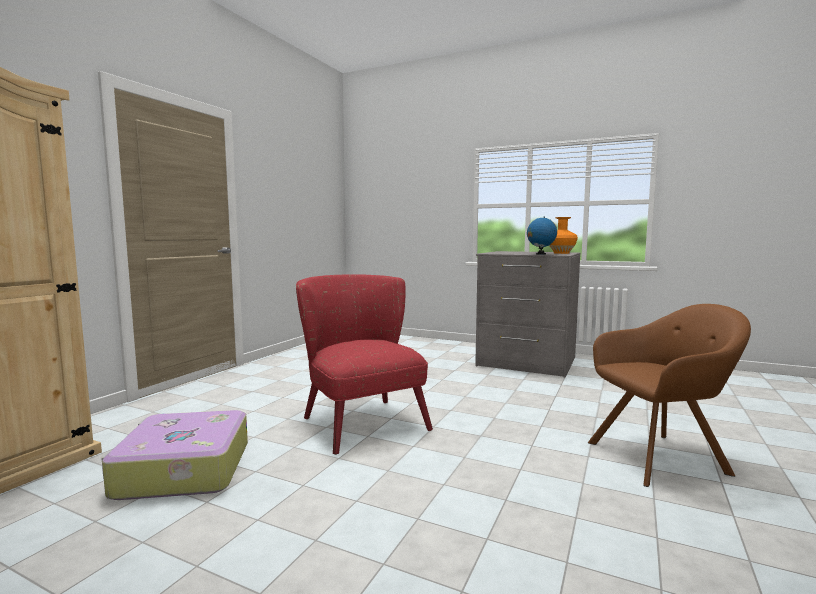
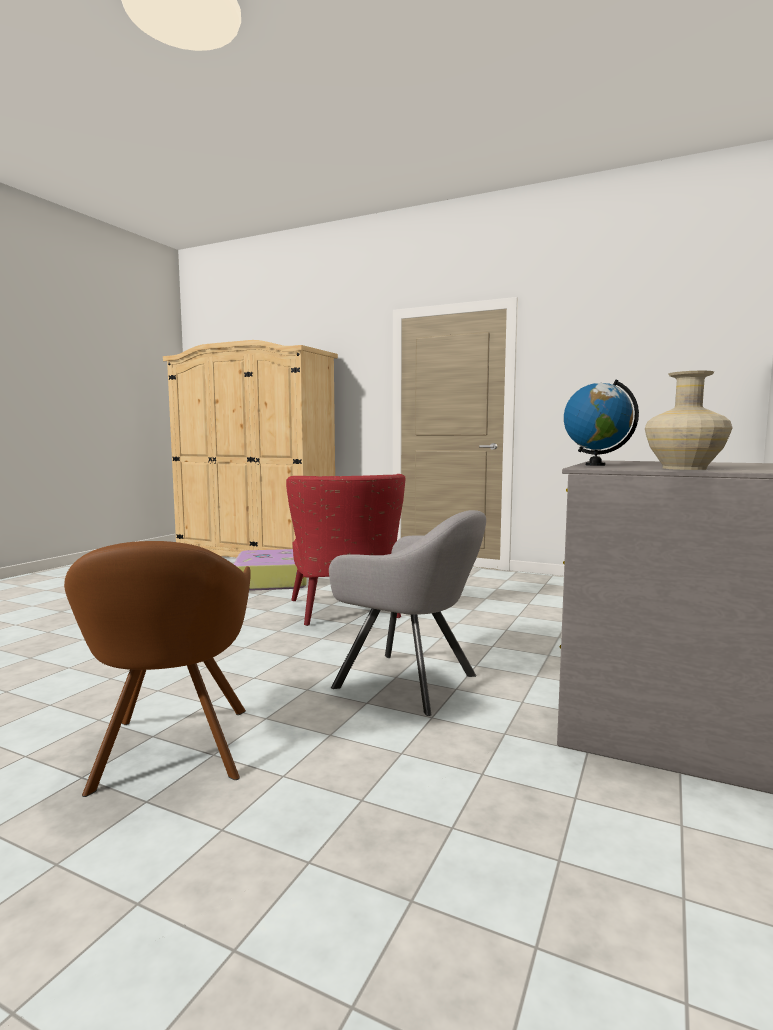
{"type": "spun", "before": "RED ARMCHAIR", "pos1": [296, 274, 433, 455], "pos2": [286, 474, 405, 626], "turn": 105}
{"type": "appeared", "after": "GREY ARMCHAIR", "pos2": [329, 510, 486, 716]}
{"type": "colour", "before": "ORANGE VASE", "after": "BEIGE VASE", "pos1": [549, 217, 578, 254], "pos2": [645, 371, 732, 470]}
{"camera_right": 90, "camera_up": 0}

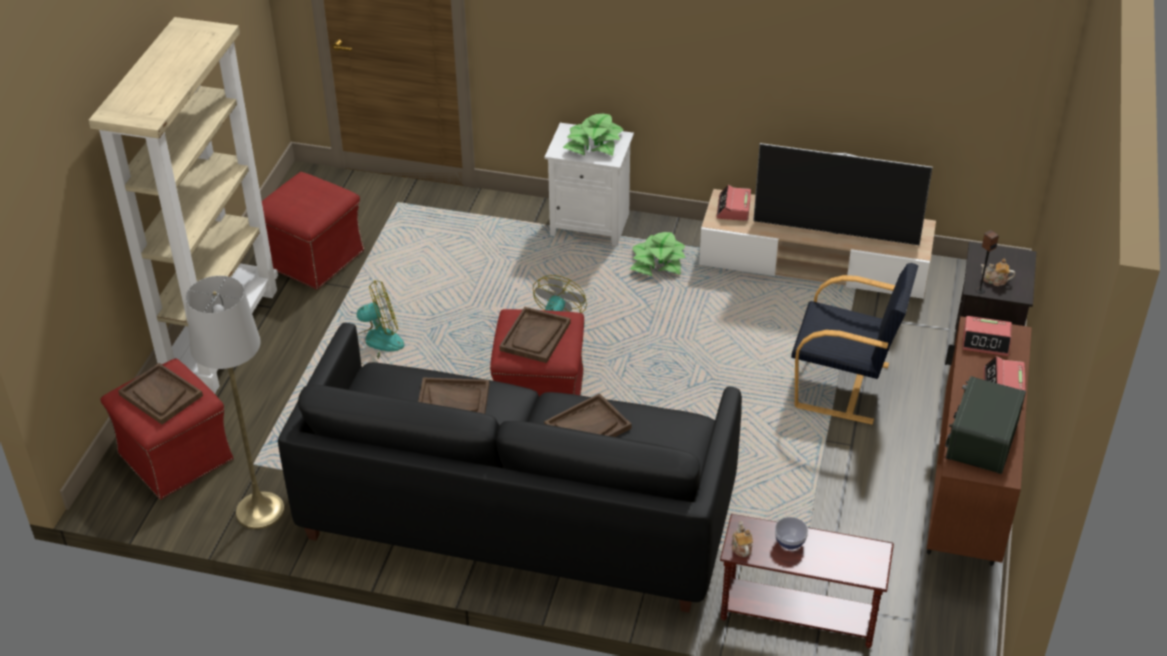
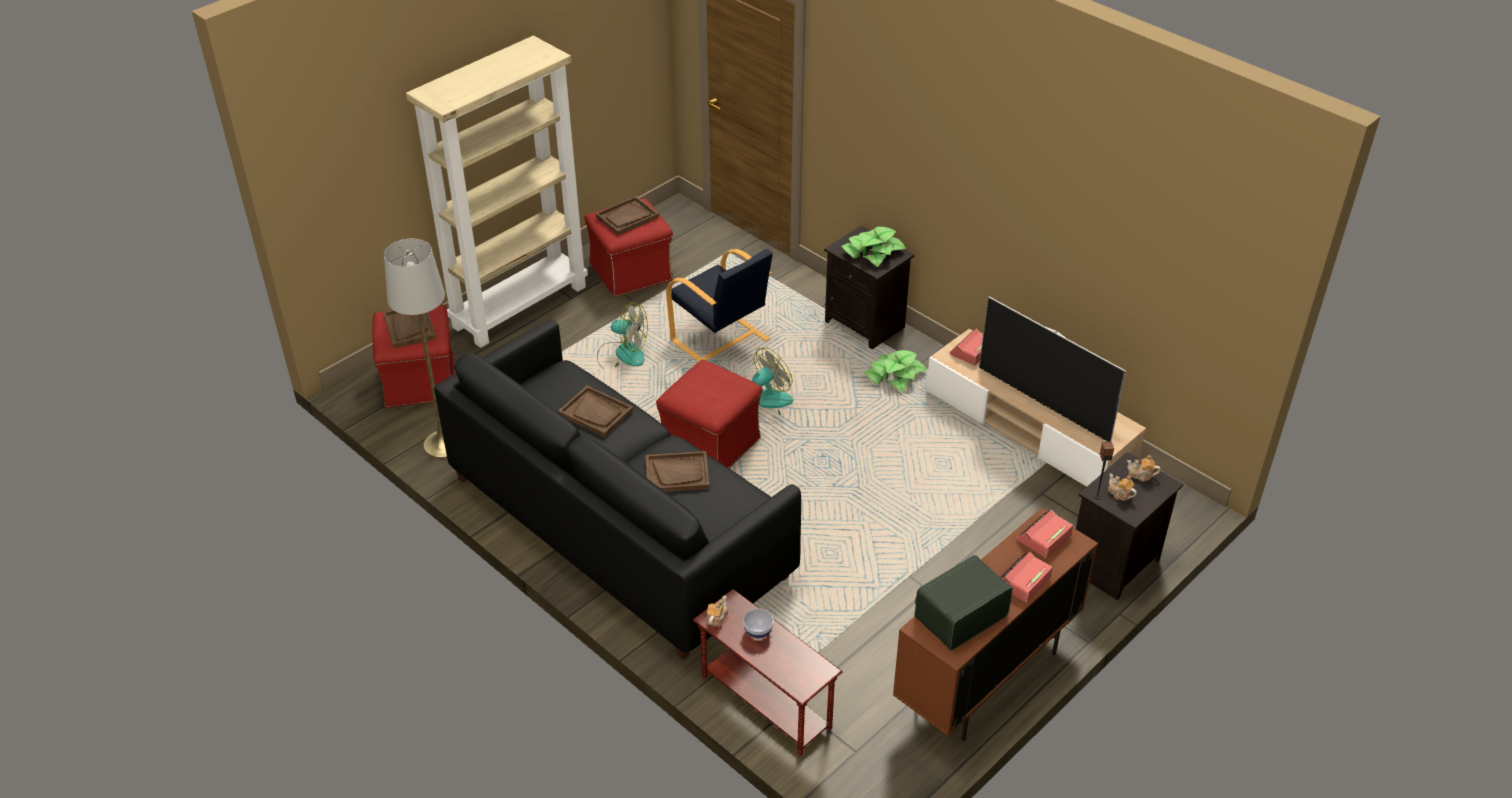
{"type": "relocated", "before": "BROWN TRAY", "pos1": [500, 307, 571, 363], "pos2": [596, 196, 659, 235]}
{"type": "relocated", "before": "BLACK ARMCHAIR", "pos1": [791, 263, 918, 424], "pos2": [666, 249, 773, 362]}
{"type": "colour", "before": "WHITE NIGHTSTAND", "after": "BLACK NIGHTSTAND", "pos1": [544, 123, 634, 246], "pos2": [824, 226, 915, 349]}
{"type": "spun", "before": "ALARM CLOCK", "pos1": [962, 316, 1012, 356], "pos2": [1016, 509, 1073, 558], "turn": 90}
{"type": "appeared", "after": "TEAPOT", "pos2": [1127, 455, 1160, 482]}
{"camera_right": 30, "camera_up": 0}

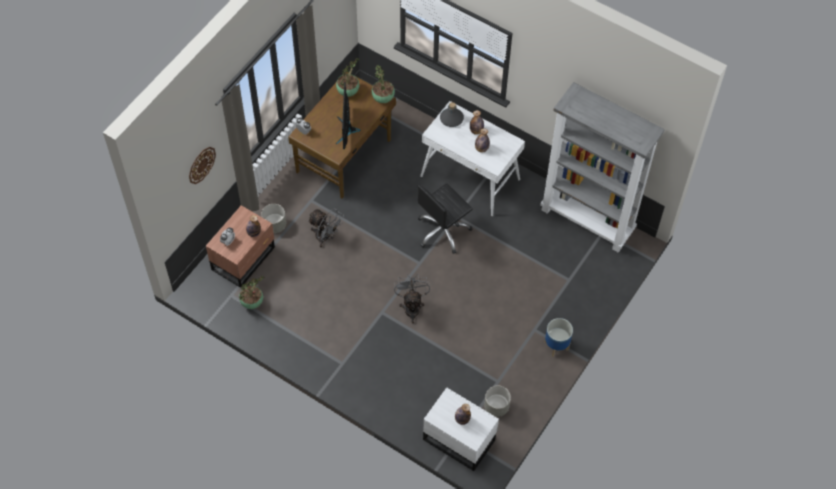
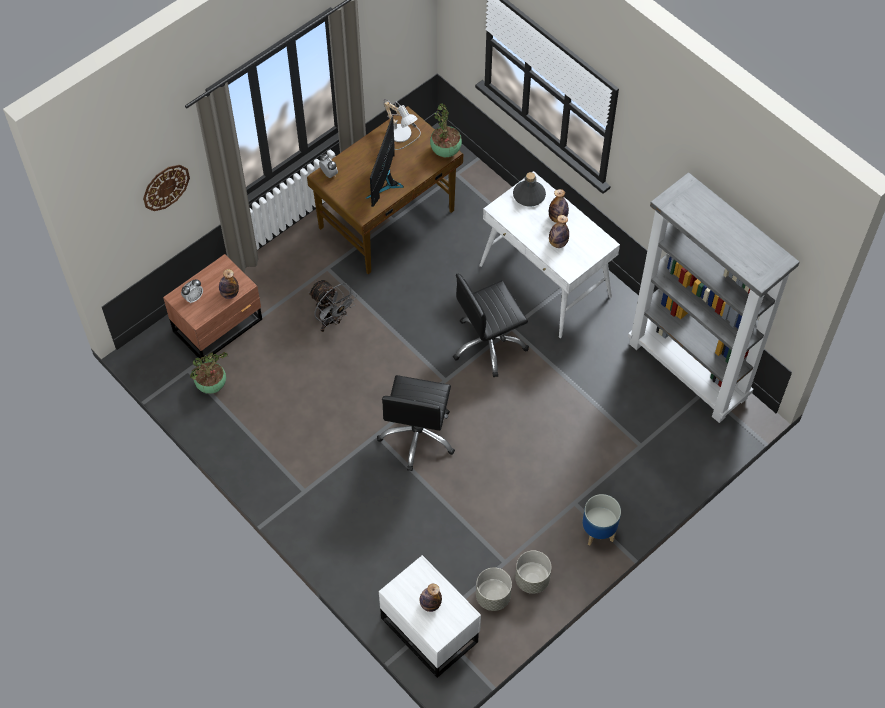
{"type": "exchanged", "before": "GREY FAN", "after": "BLACK OFFICE CHAIR", "pos1": [394, 274, 430, 324], "pos2": [377, 375, 455, 471]}
{"type": "exchanged", "before": "POTTED PLANT", "after": "TABLE LAMP", "pos1": [336, 58, 359, 97], "pos2": [384, 99, 421, 150]}
{"type": "relocated", "before": "GREY PLANTER", "pos1": [261, 204, 286, 233], "pos2": [515, 550, 551, 594]}
{"camera_right": 15, "camera_up": 0}

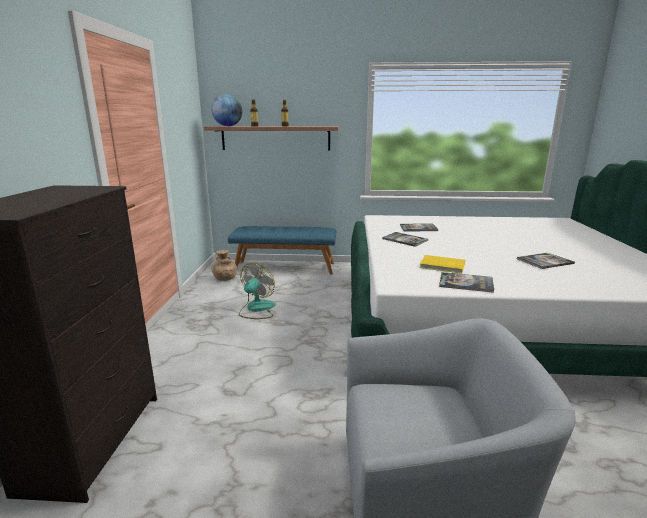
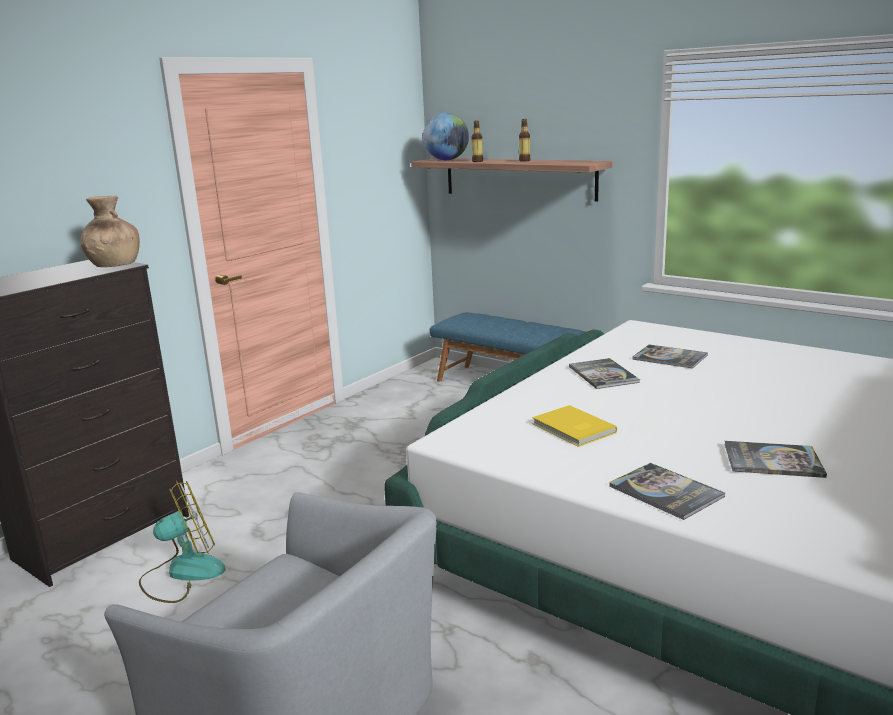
{"type": "relocated", "before": "BROWN VASE", "pos1": [211, 250, 237, 281], "pos2": [80, 195, 140, 267]}
{"type": "relocated", "before": "FAN", "pos1": [239, 263, 276, 319], "pos2": [139, 481, 226, 603]}
{"type": "relocated", "before": "BOOK", "pos1": [439, 272, 494, 293], "pos2": [609, 463, 725, 520]}
{"camera_right": 35, "camera_up": 0}

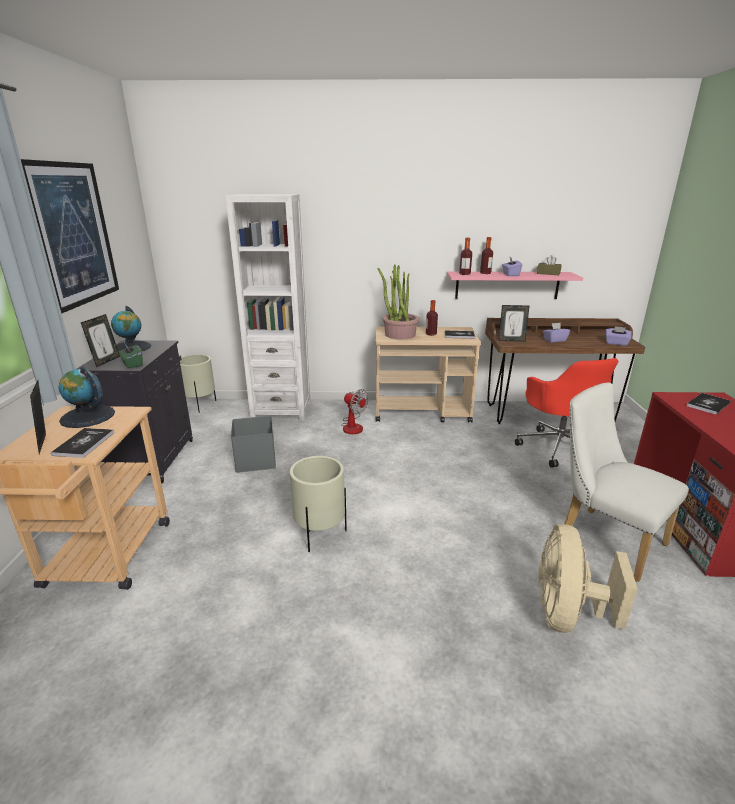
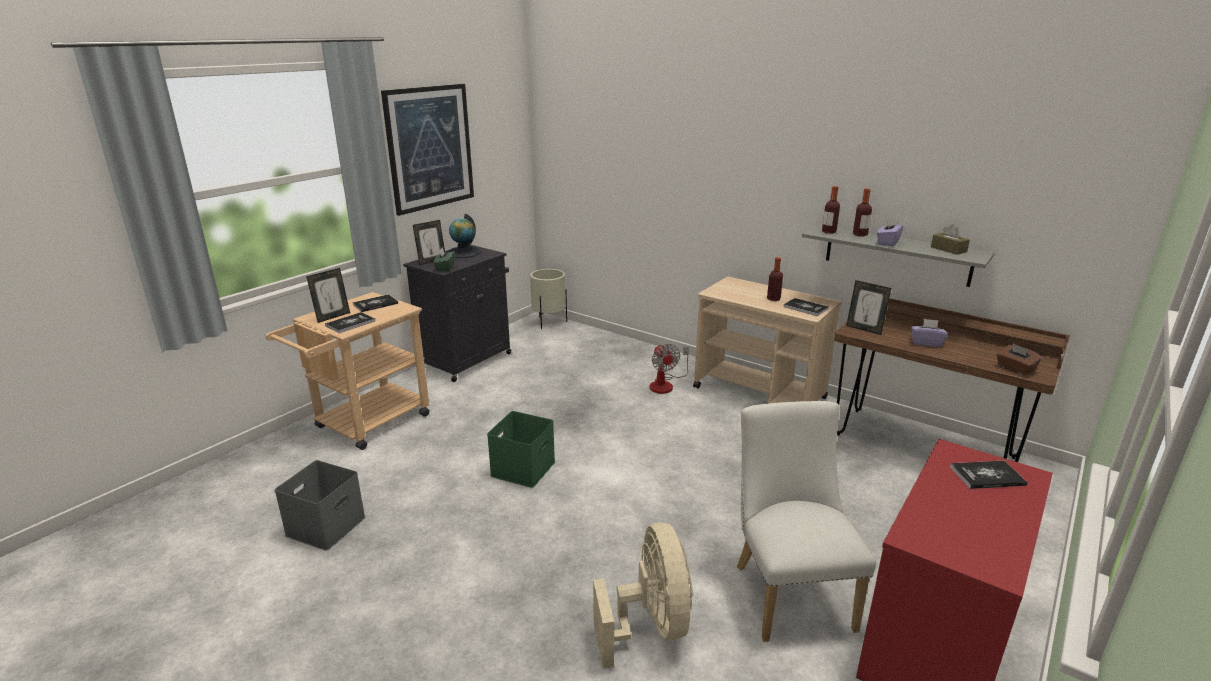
{"type": "relocated", "before": "GREY STORAGE BOX", "pos1": [231, 416, 276, 473], "pos2": [275, 460, 365, 551]}
{"type": "spun", "before": "PICTURE FRAME", "pos1": [30, 380, 46, 454], "pos2": [306, 268, 350, 323], "turn": -150}
{"type": "exchanged", "before": "GLOBE", "after": "BOOK", "pos1": [58, 366, 115, 428], "pos2": [352, 294, 398, 312]}
{"type": "exchanged", "before": "BEIGE PLANTER", "after": "GREEN STORAGE BOX", "pos1": [290, 456, 347, 552], "pos2": [487, 411, 555, 488]}
{"type": "spun", "before": "BEIGE FAN", "pos1": [538, 524, 638, 633], "pos2": [593, 523, 693, 668], "turn": 120}
{"type": "colour", "before": "PINK SHELF", "after": "GREY SHELF", "pos1": [447, 272, 583, 299], "pos2": [802, 225, 994, 287]}
{"type": "colour", "before": "PURPLE TISSUE BOX", "after": "BROWN TISSUE BOX", "pos1": [606, 326, 632, 346], "pos2": [997, 344, 1042, 376]}
{"type": "missing", "before": "WHITE BOOKCASE", "pos1": [225, 194, 310, 421]}
{"type": "missing", "before": "POTTED PLANT", "pos1": [378, 265, 420, 339]}
{"type": "missing", "before": "RED OFFICE CHAIR", "pos1": [515, 358, 618, 468]}
{"camera_right": 35, "camera_up": 0}

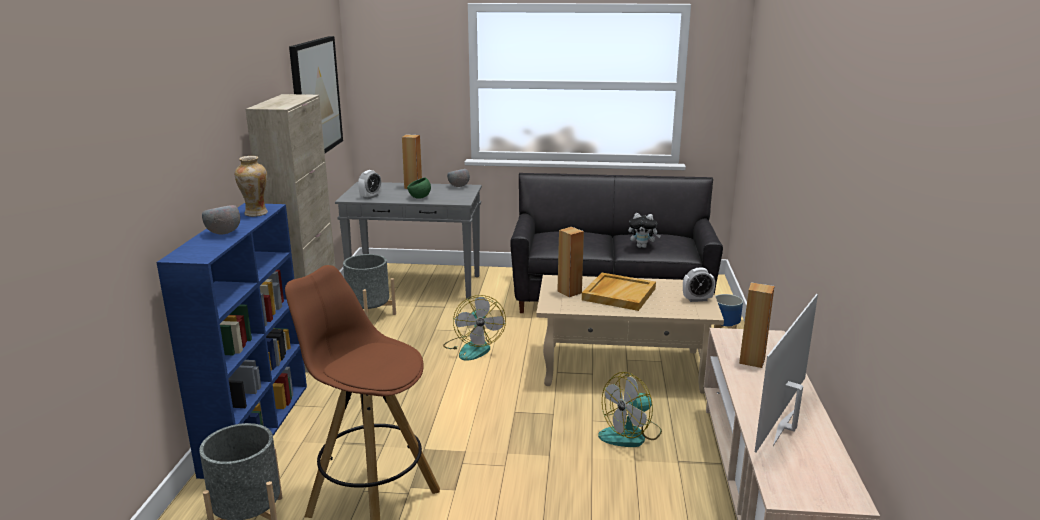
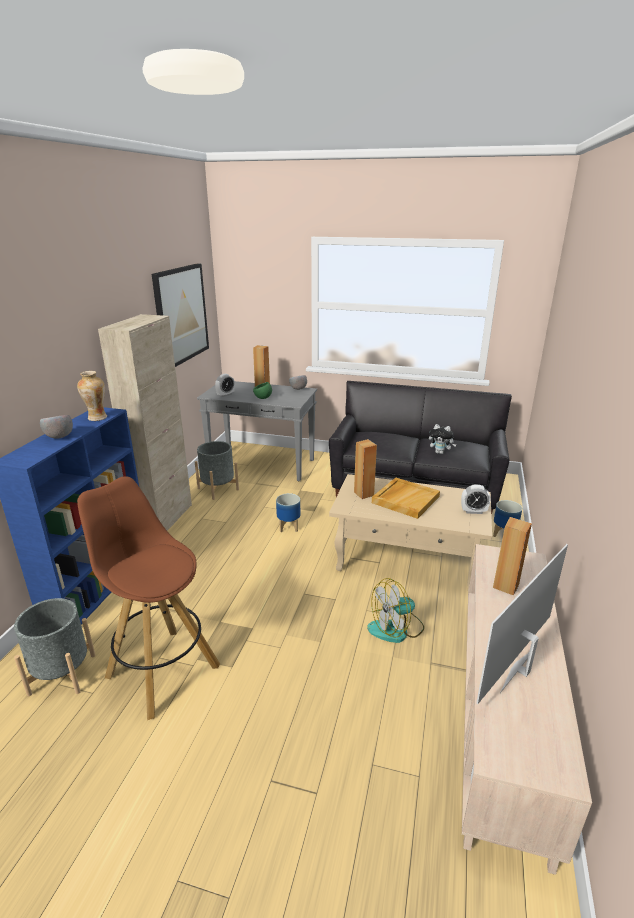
{"type": "exchanged", "before": "FAN", "after": "PLANTER", "pos1": [443, 295, 506, 360], "pos2": [276, 493, 300, 532]}
{"camera_right": 10, "camera_up": 5}

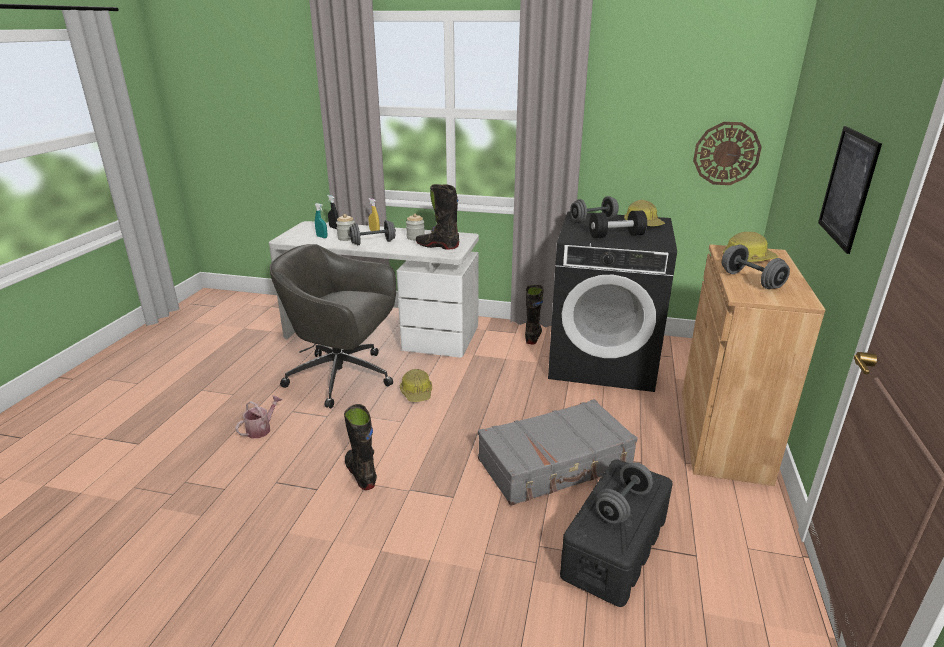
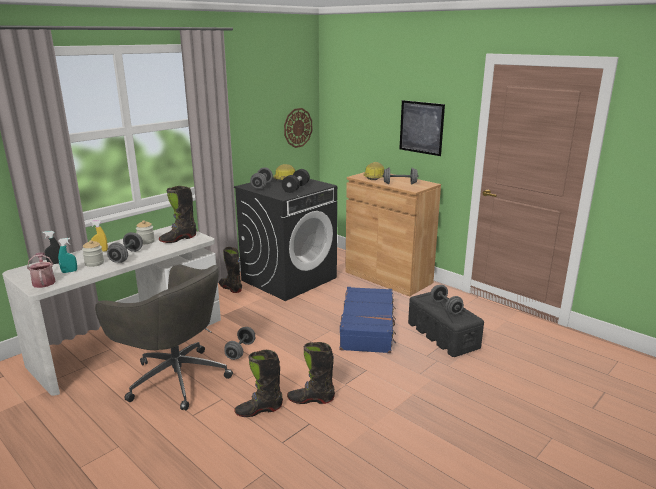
{"type": "relocated", "before": "WATERING CAN", "pos1": [235, 396, 282, 438], "pos2": [27, 252, 56, 288]}
{"type": "spun", "before": "GREY OFFICE CHAIR", "pos1": [269, 244, 396, 408], "pos2": [95, 265, 233, 410], "turn": -105}
{"type": "exchanged", "before": "HARD HAT", "after": "GREY DUMBBELL", "pos1": [400, 369, 432, 402], "pos2": [224, 327, 255, 360]}
{"type": "appeared", "after": "BLACK BOOT", "pos2": [234, 350, 283, 417]}
{"type": "colour", "before": "GREY SUITCASE", "after": "BLUE SUITCASE", "pos1": [478, 399, 638, 506], "pos2": [339, 287, 396, 353]}
{"camera_right": -60, "camera_up": -5}

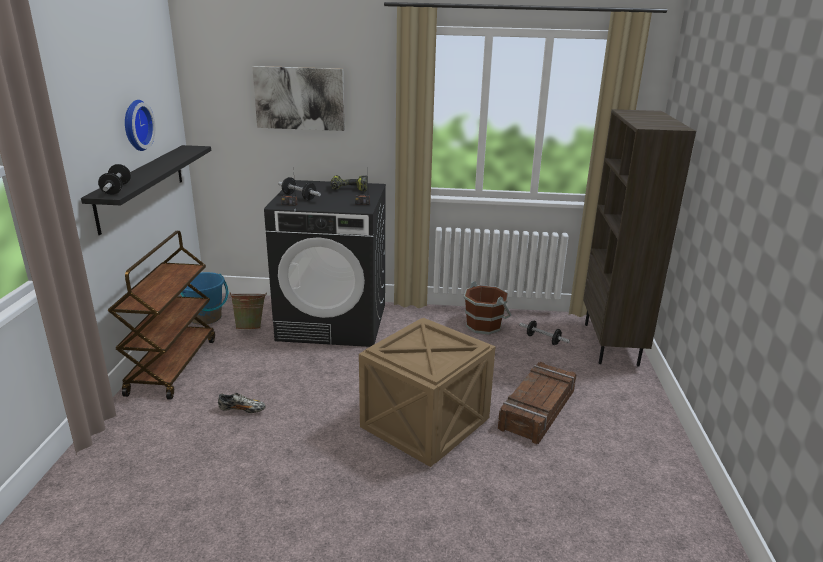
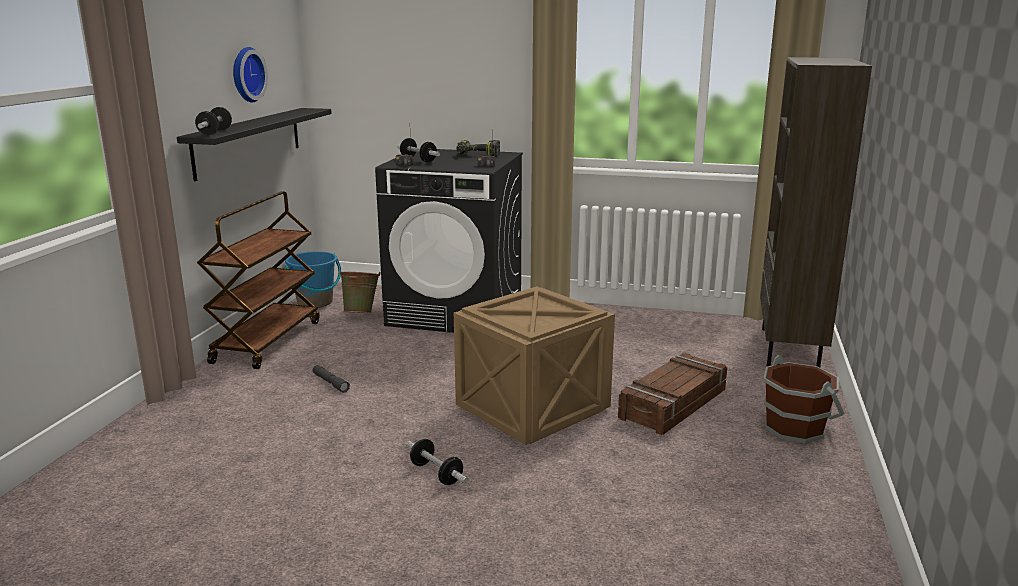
{"type": "exchanged", "before": "SHOE", "after": "GREY FLASHLIGHT", "pos1": [218, 393, 266, 413], "pos2": [313, 365, 350, 393]}
{"type": "relocated", "before": "DUMBBELL", "pos1": [519, 320, 570, 345], "pos2": [407, 439, 468, 485]}
{"type": "relocated", "before": "BROWN BUCKET", "pos1": [464, 281, 511, 335], "pos2": [764, 355, 845, 443]}
{"type": "missing", "before": "PICTURE", "pos1": [252, 66, 345, 131]}
{"camera_right": 10, "camera_up": -5}

